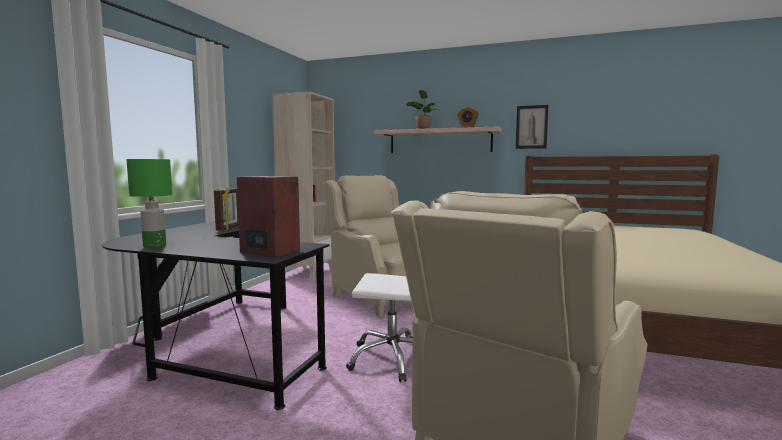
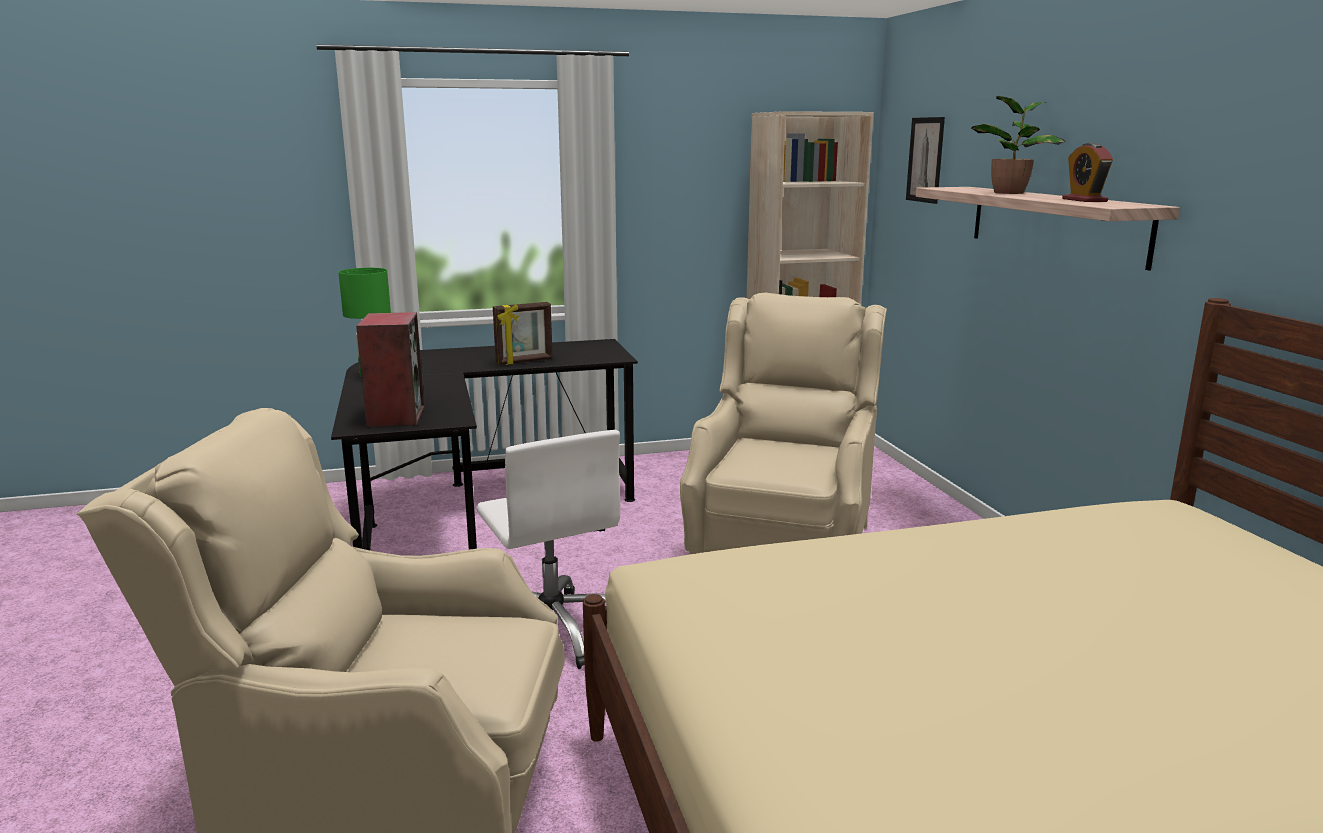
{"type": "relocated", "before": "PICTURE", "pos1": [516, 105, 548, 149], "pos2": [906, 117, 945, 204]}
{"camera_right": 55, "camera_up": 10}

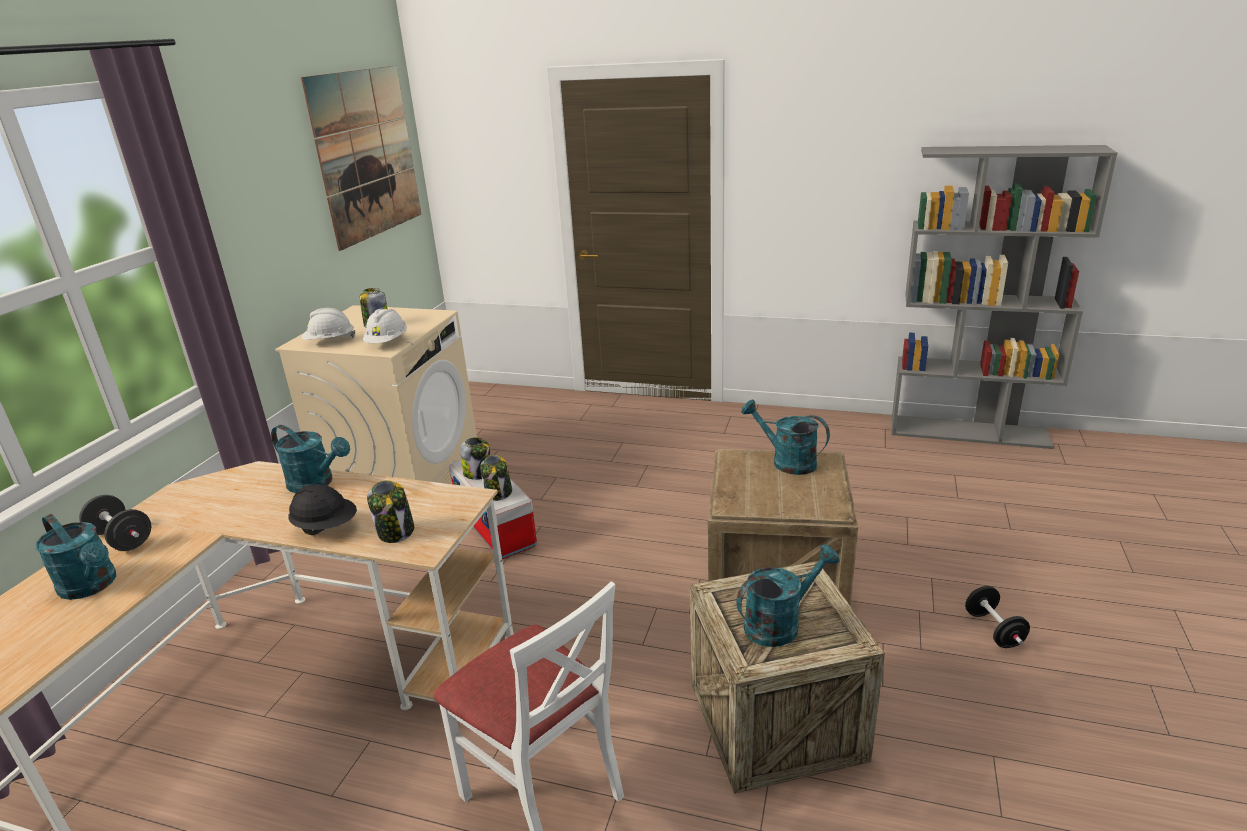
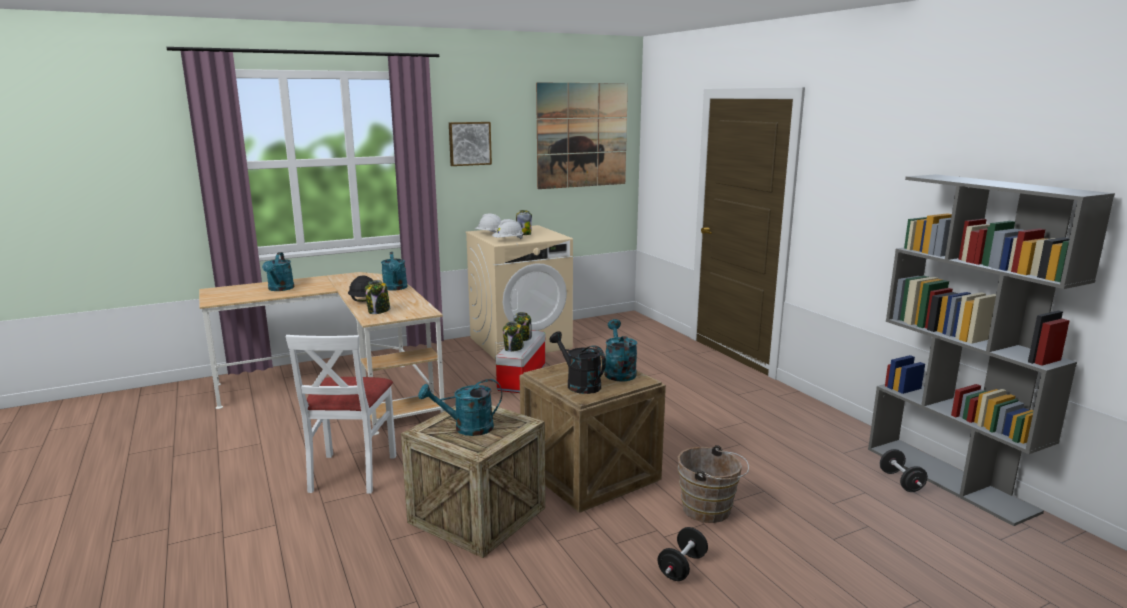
{"type": "spun", "before": "TURQUOISE WATERING CAN", "pos1": [736, 544, 840, 647], "pos2": [418, 379, 502, 436], "turn": 150}
{"type": "appeared", "after": "PICTURE", "pos2": [449, 122, 492, 166]}
{"type": "appeared", "after": "BLACK WATERING CAN", "pos2": [550, 331, 606, 394]}
{"type": "appeared", "after": "BROWN BUCKET", "pos2": [678, 445, 749, 523]}
{"type": "relocated", "before": "BLACK DUMBBELL", "pos1": [79, 495, 151, 551], "pos2": [880, 449, 928, 492]}
{"camera_right": 45, "camera_up": -10}

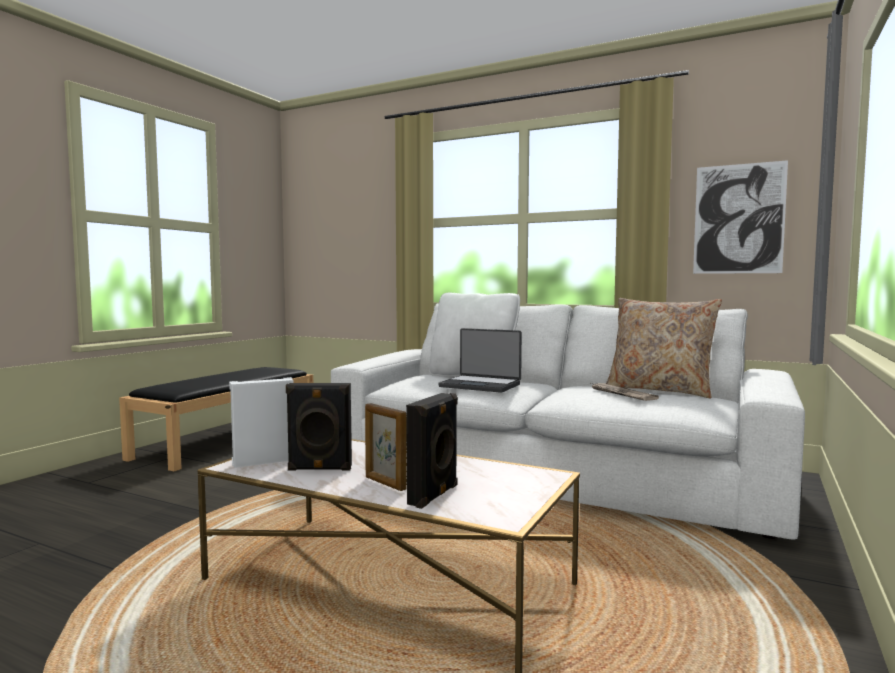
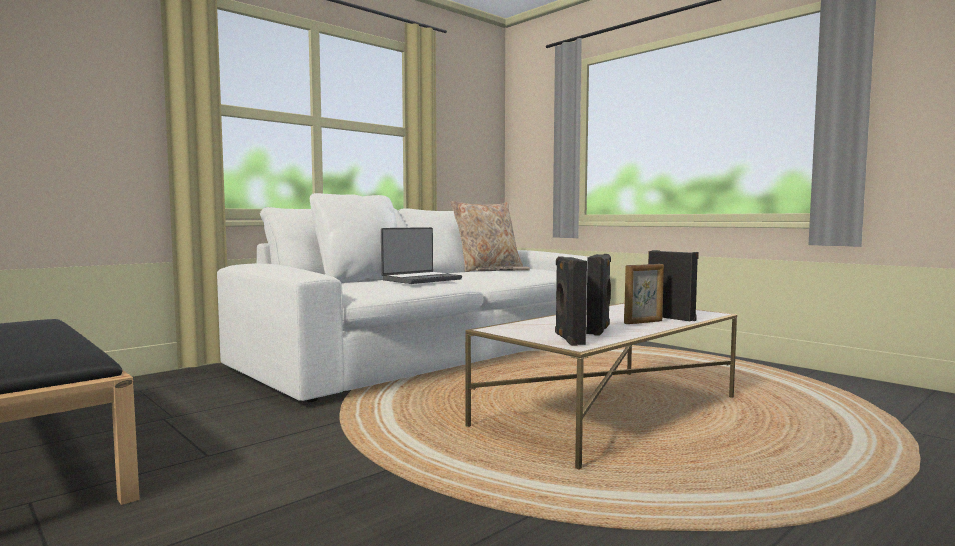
{"type": "colour", "before": "WHITE SPEAKER", "after": "BLACK SPEAKER", "pos1": [229, 377, 294, 468], "pos2": [555, 257, 587, 346]}
{"type": "missing", "before": "PICTURE", "pos1": [693, 160, 788, 274]}
{"camera_right": -70, "camera_up": 0}

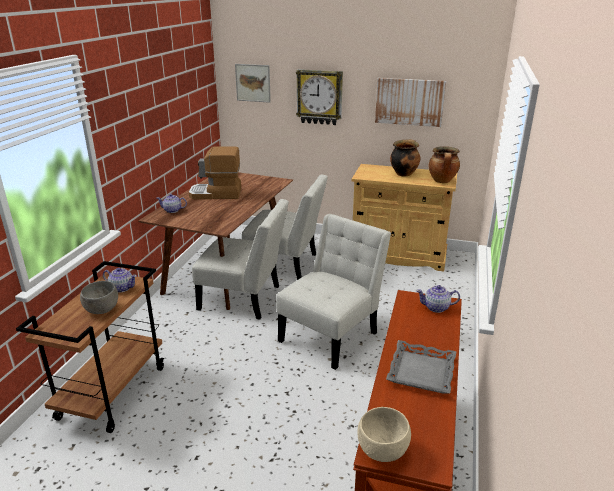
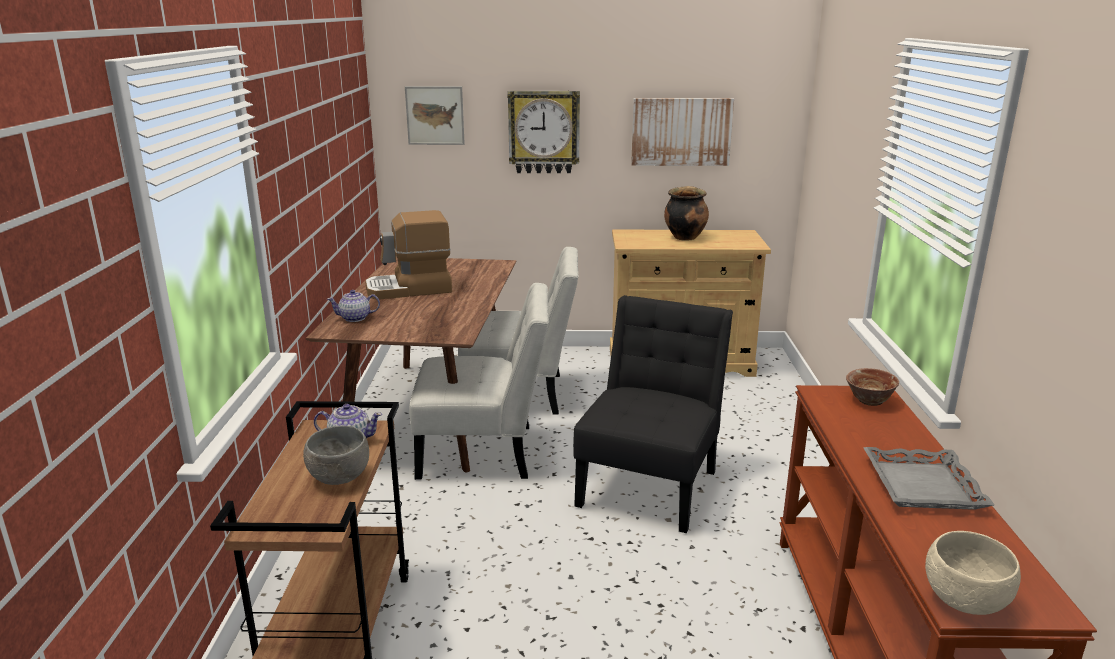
{"type": "colour", "before": "WHITE CHAIR", "after": "BLACK CHAIR", "pos1": [276, 214, 391, 370], "pos2": [573, 295, 733, 533]}
{"type": "exchanged", "before": "TEAPOT", "after": "BOWL", "pos1": [416, 285, 460, 313], "pos2": [846, 368, 899, 406]}
{"type": "missing", "before": "COOKING POT", "pos1": [429, 146, 460, 183]}
{"camera_right": -15, "camera_up": -5}

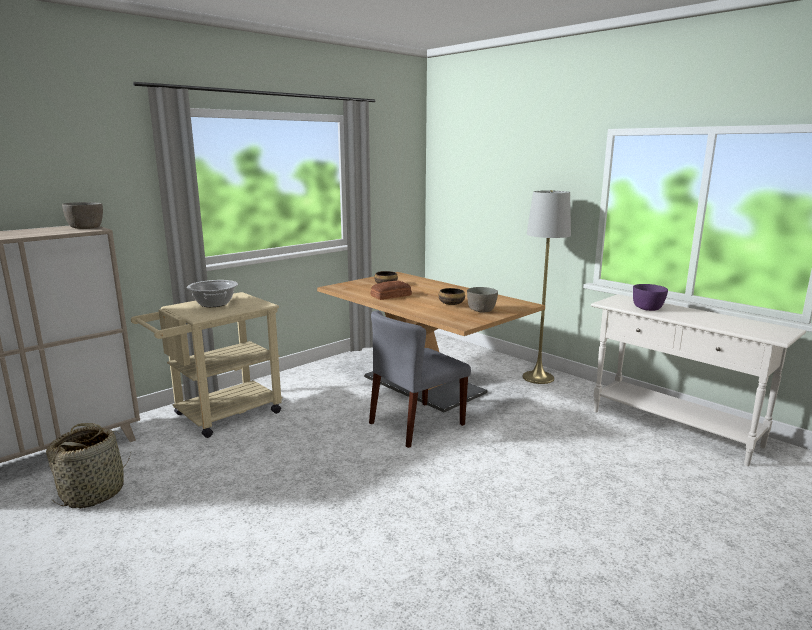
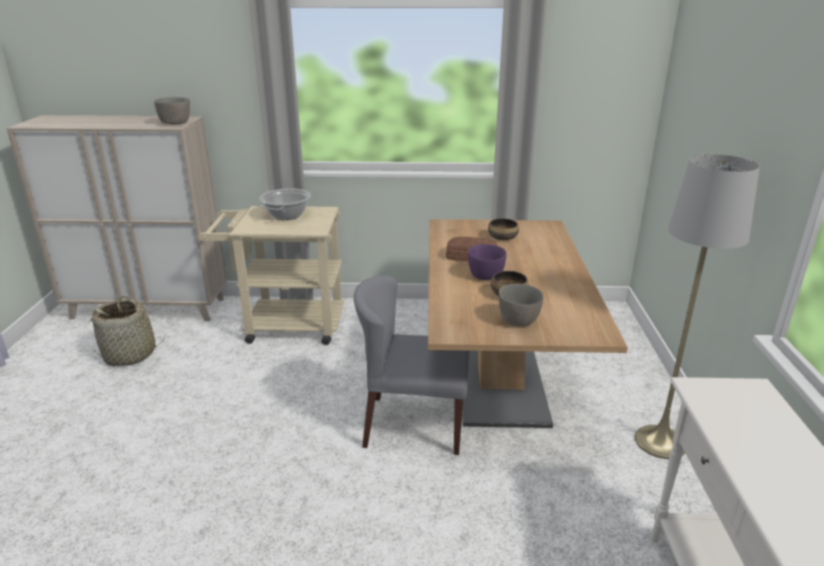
{"type": "relocated", "before": "PURPLE BOWL", "pos1": [633, 284, 668, 311], "pos2": [468, 244, 506, 280]}
{"camera_right": 45, "camera_up": 10}

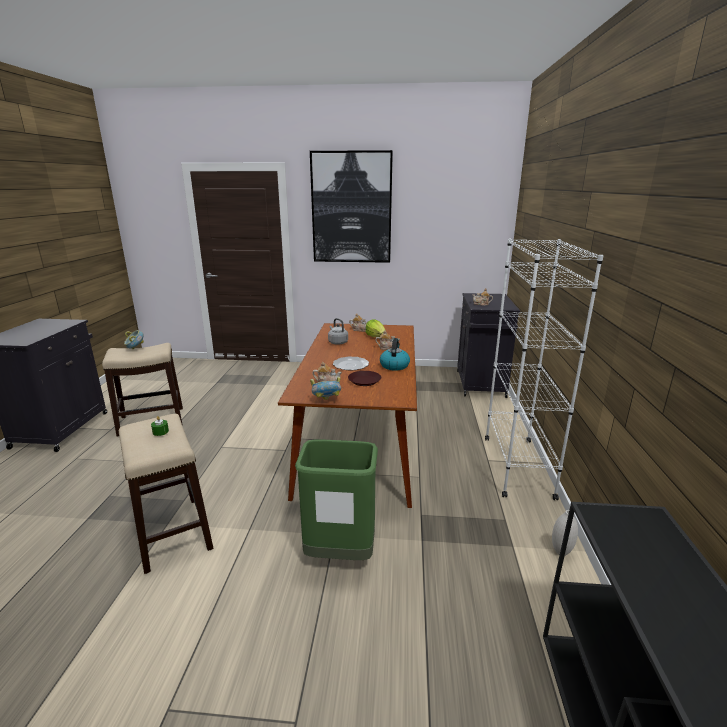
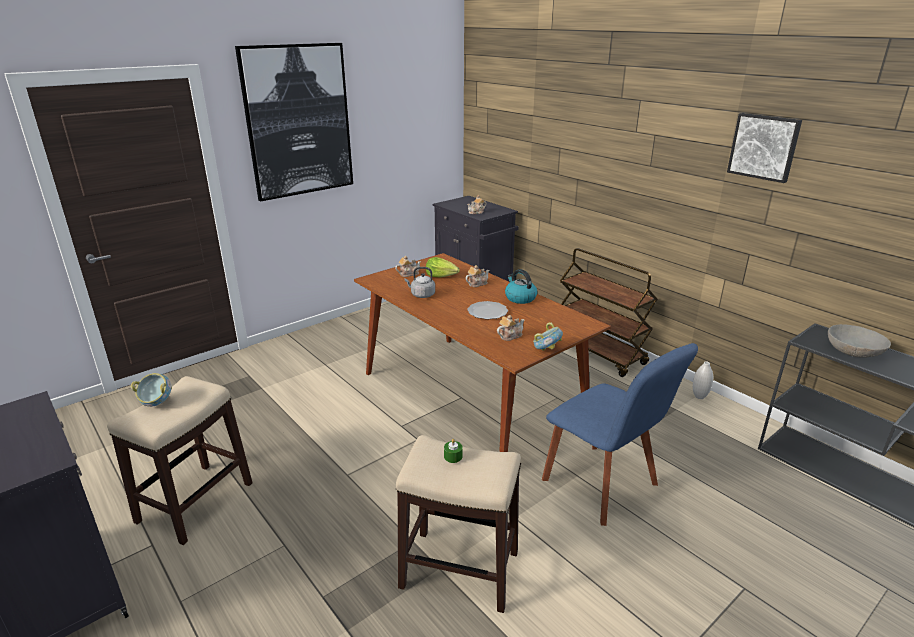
{"type": "exchanged", "before": "GREEN TRASH CAN", "after": "BLUE CHAIR", "pos1": [295, 439, 378, 560], "pos2": [542, 343, 698, 526]}
{"type": "exchanged", "before": "WHITE BOOKCASE", "after": "BROWN CART", "pos1": [485, 239, 603, 500], "pos2": [560, 248, 658, 377]}
{"type": "appeared", "after": "PICTURE", "pos2": [727, 113, 802, 183]}
{"type": "appeared", "after": "GREY BOWL", "pos2": [828, 324, 891, 357]}
{"type": "missing", "before": "BROWN PLATE", "pos1": [348, 371, 381, 386]}
{"camera_right": -45, "camera_up": 5}

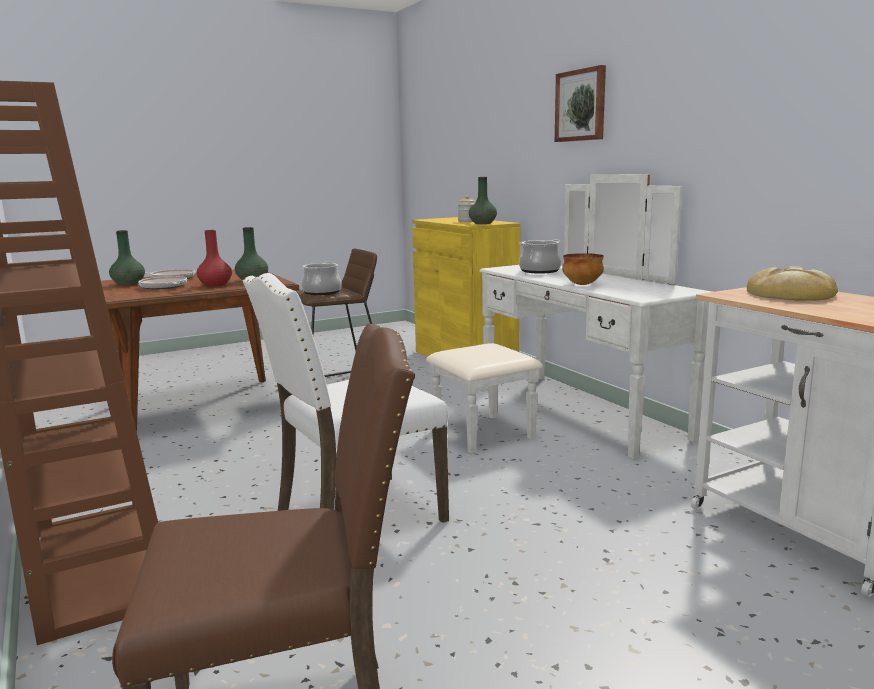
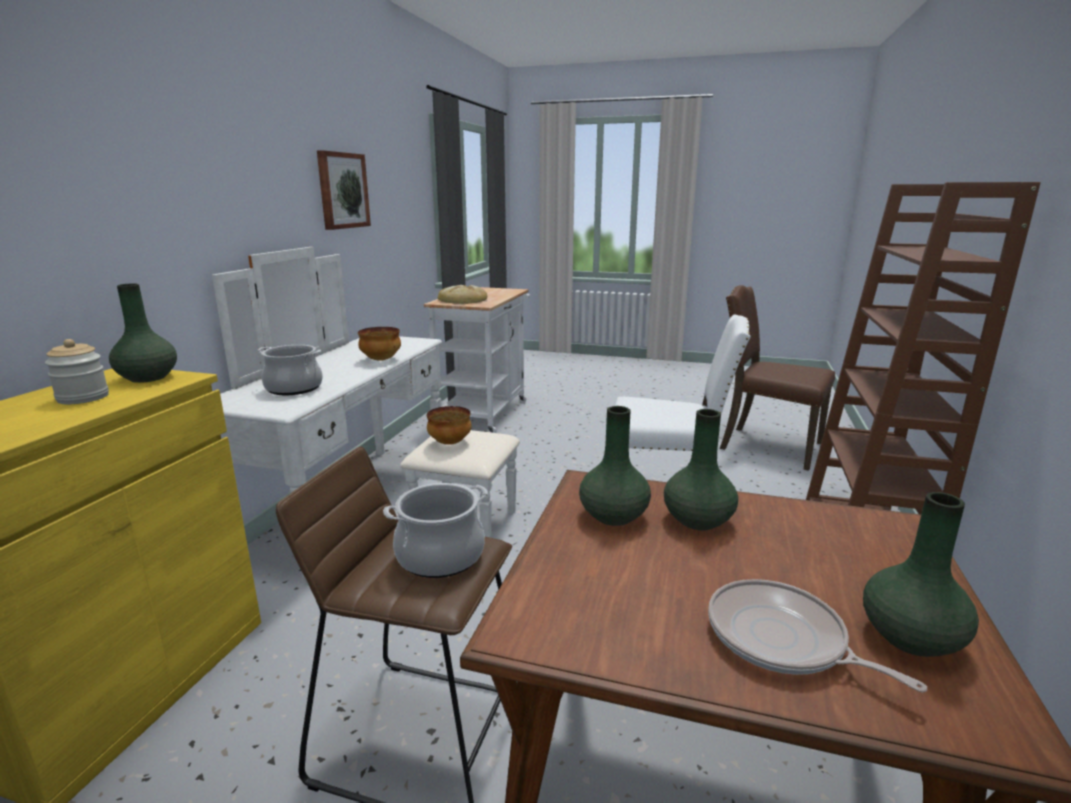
{"type": "relocated", "before": "PICTURE", "pos1": [555, 65, 606, 142], "pos2": [317, 150, 371, 230]}
{"type": "appeared", "after": "BOWL", "pos2": [426, 406, 472, 445]}
{"type": "colour", "before": "RED VASE", "after": "GREEN VASE", "pos1": [197, 230, 232, 287], "pos2": [664, 409, 738, 530]}
{"type": "missing", "before": "FRYING PAN", "pos1": [138, 276, 187, 289]}
{"camera_right": -135, "camera_up": 5}

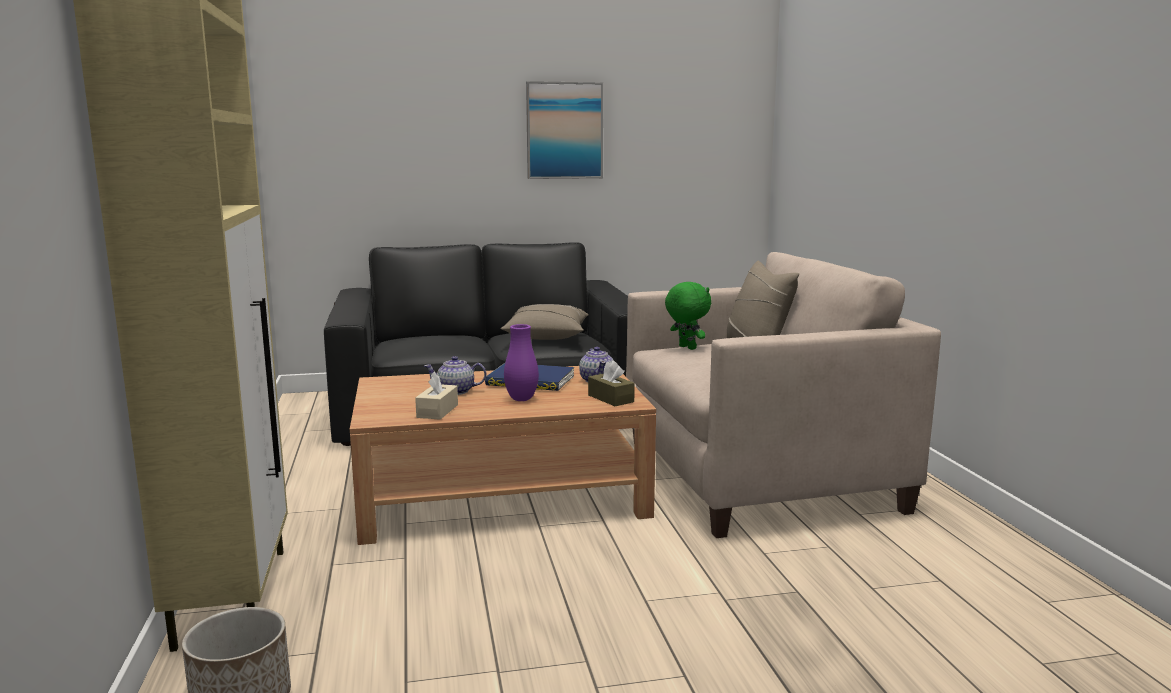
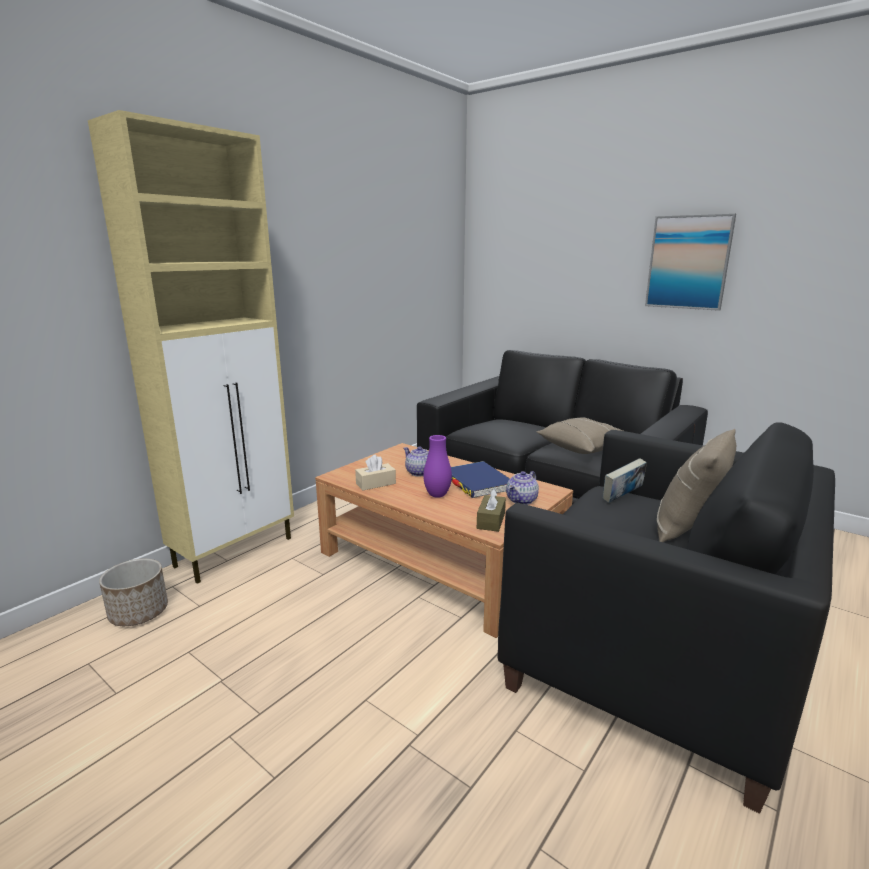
{"type": "colour", "before": "BEIGE ARMCHAIR", "after": "BLACK ARMCHAIR", "pos1": [626, 252, 941, 538], "pos2": [498, 423, 835, 814]}
{"type": "exchanged", "before": "GREEN PLUSH TOY", "after": "BOOK", "pos1": [665, 282, 711, 350], "pos2": [603, 458, 647, 503]}
{"camera_right": 50, "camera_up": 5}

